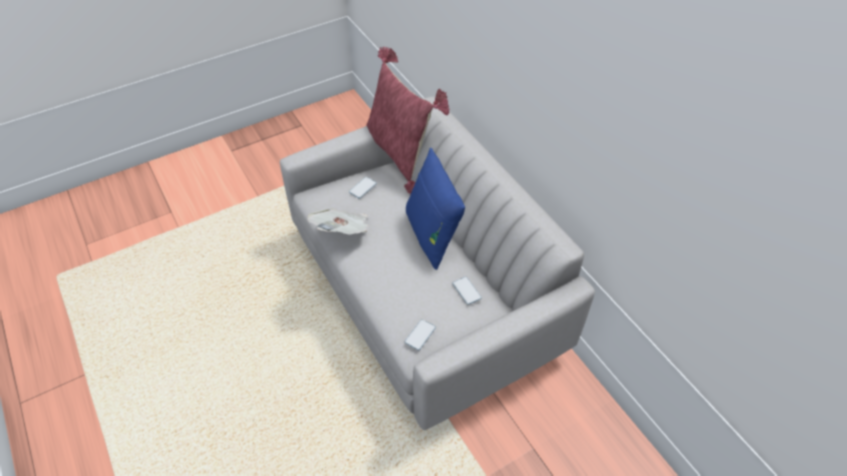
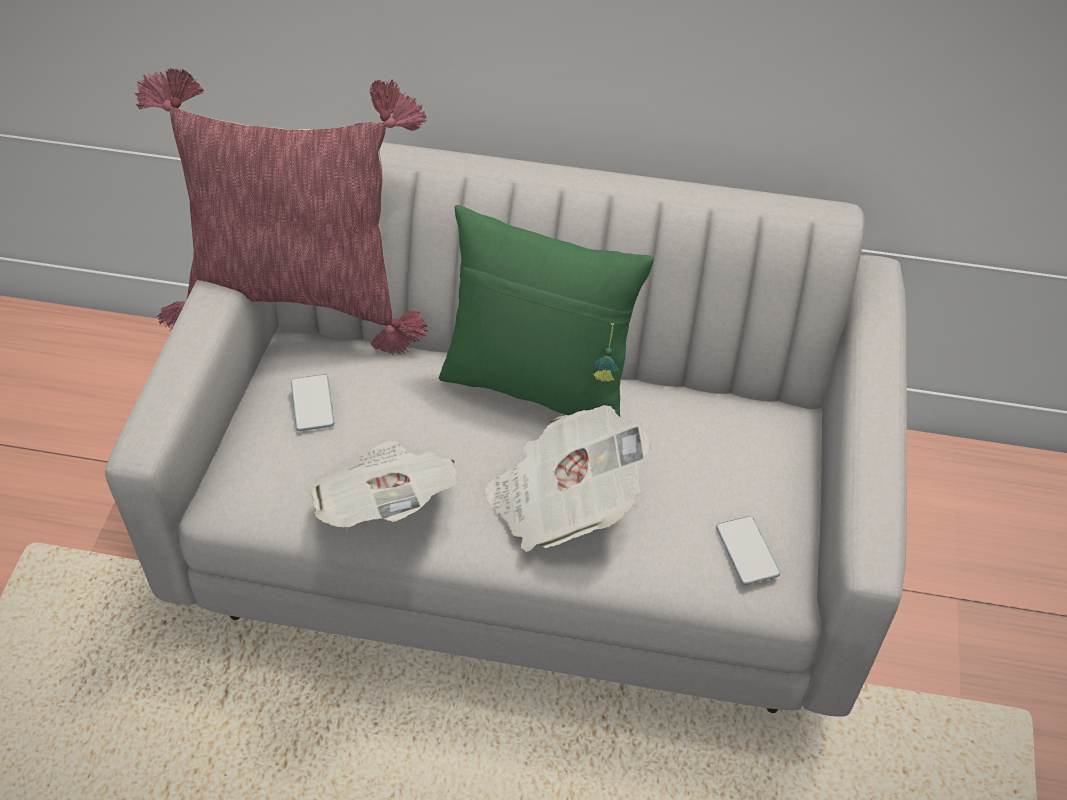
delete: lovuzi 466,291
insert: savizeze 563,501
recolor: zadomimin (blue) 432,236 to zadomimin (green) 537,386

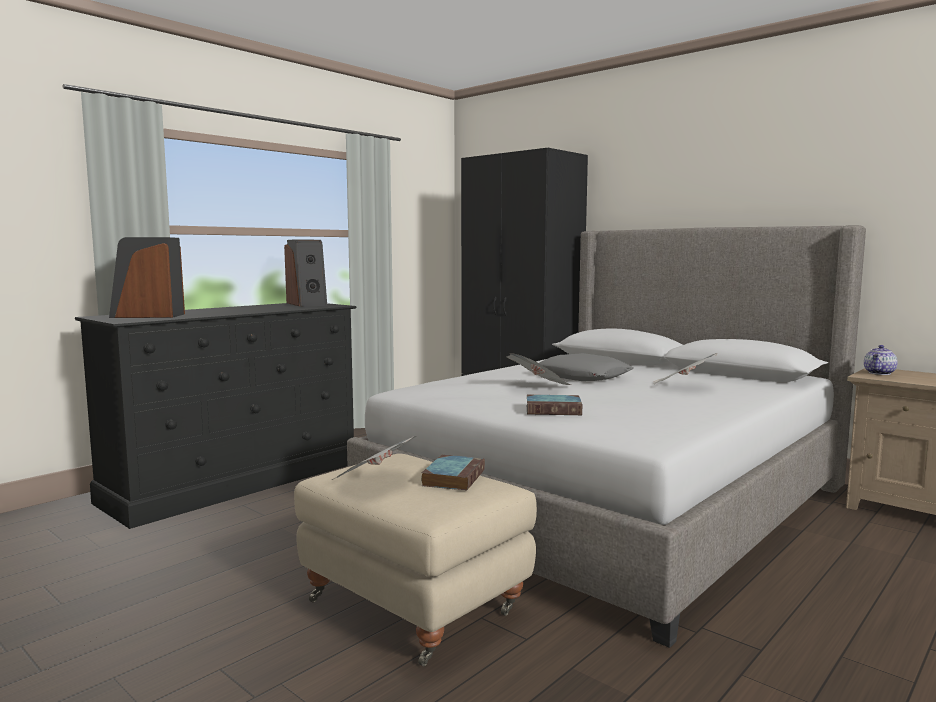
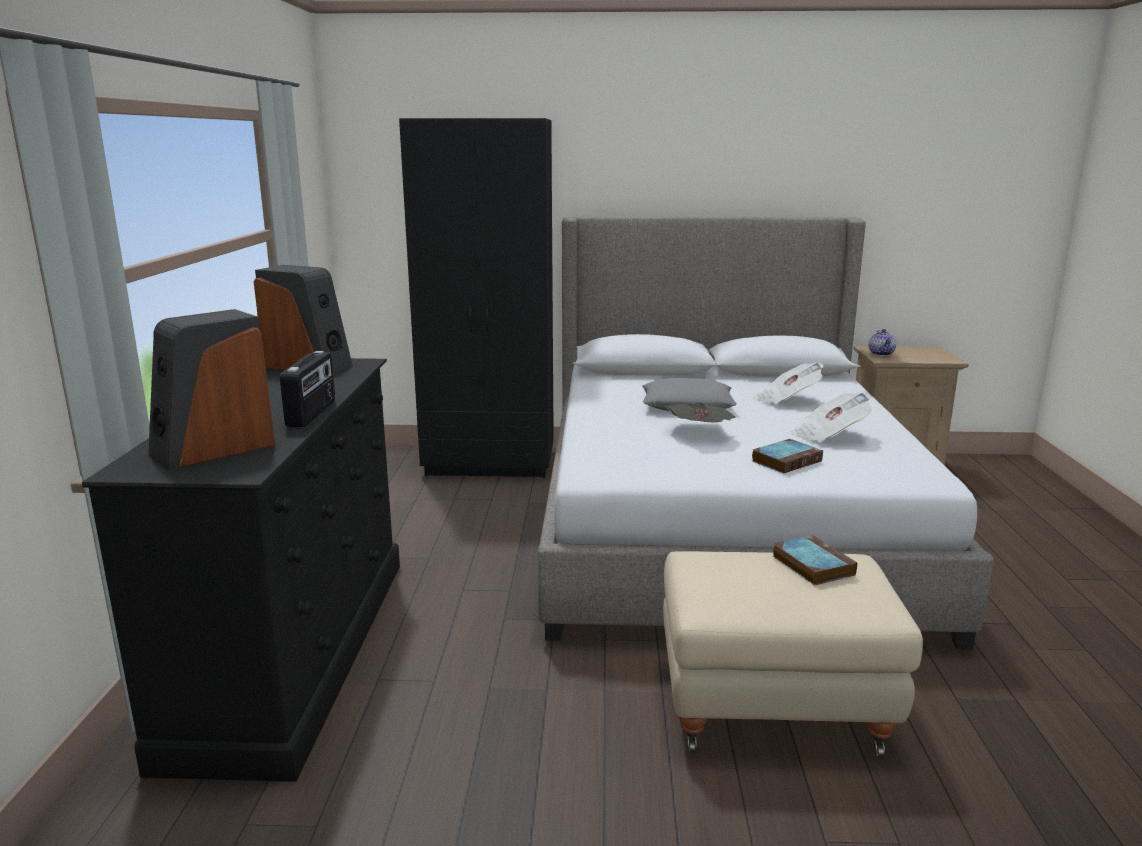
insert: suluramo 312,414
move: savizeze 374,480 to 829,435

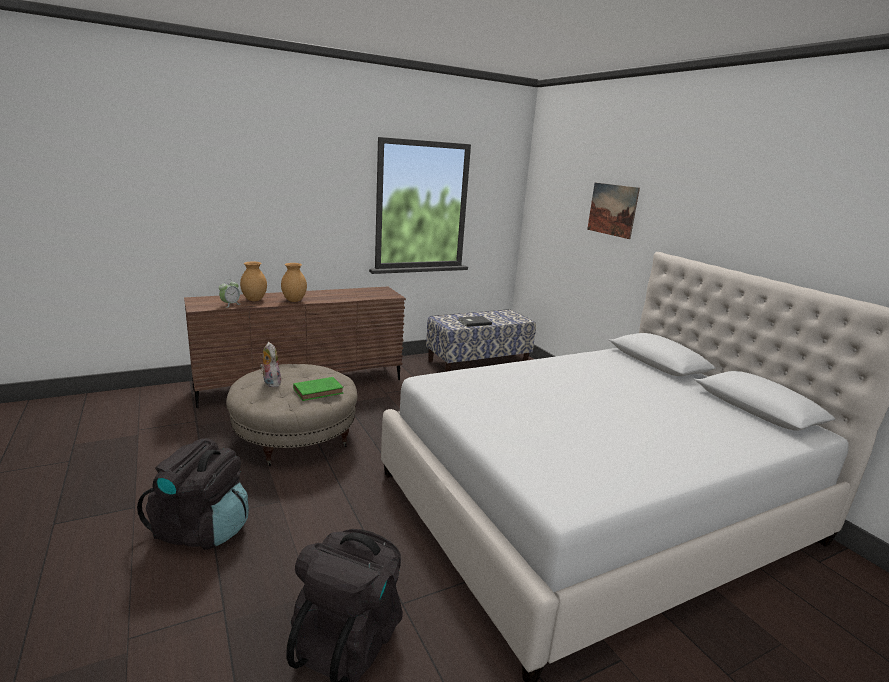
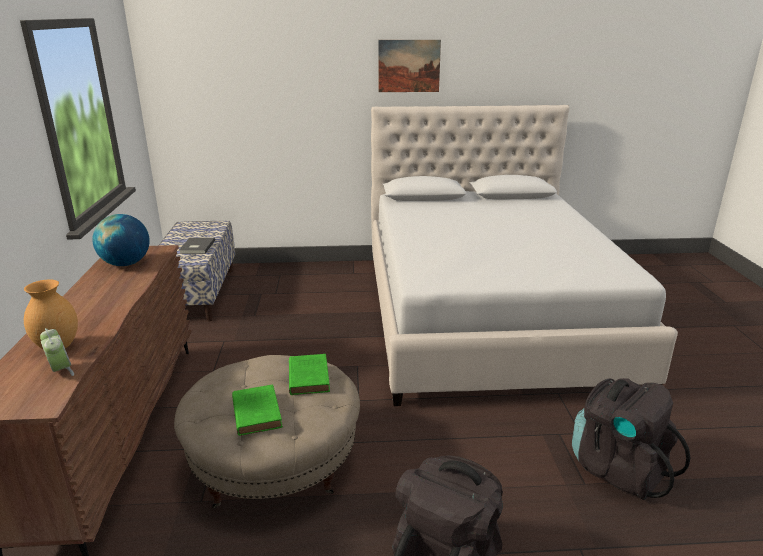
delete: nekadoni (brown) 294,300
insert: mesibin 126,264
move: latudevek 612,210 to 409,66
replace: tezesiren 270,383 to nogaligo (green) 256,412

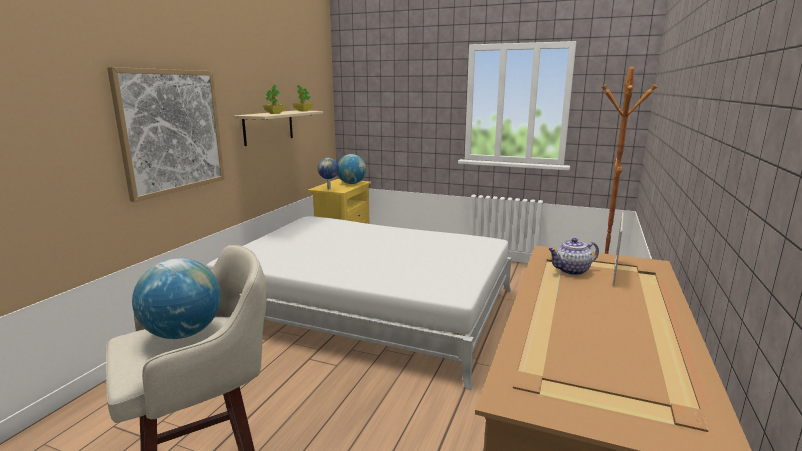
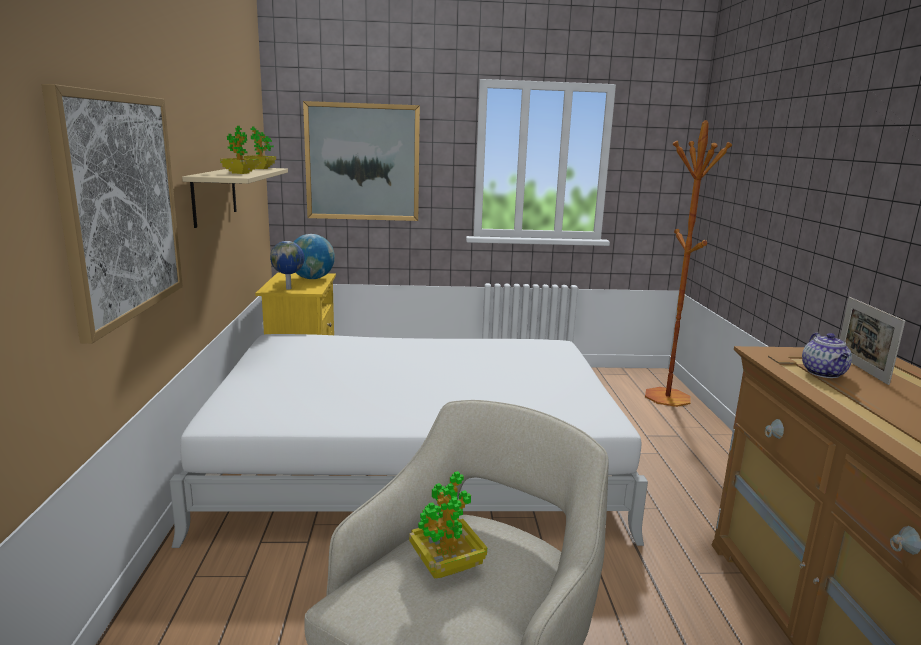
insert: latudevek 363,162
replace: mesibin 183,333 to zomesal 446,566
rotate: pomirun 571,271 = 824,373 45 degrees counterclockwise

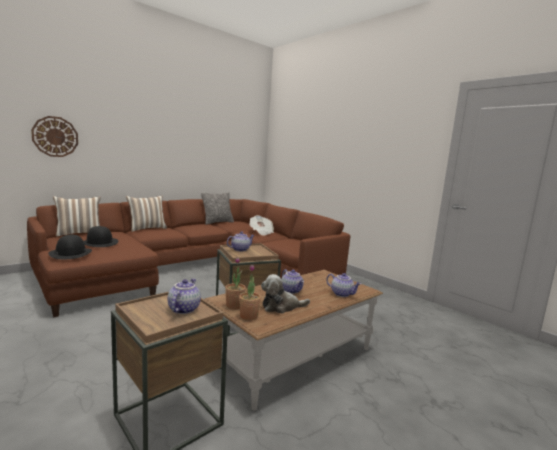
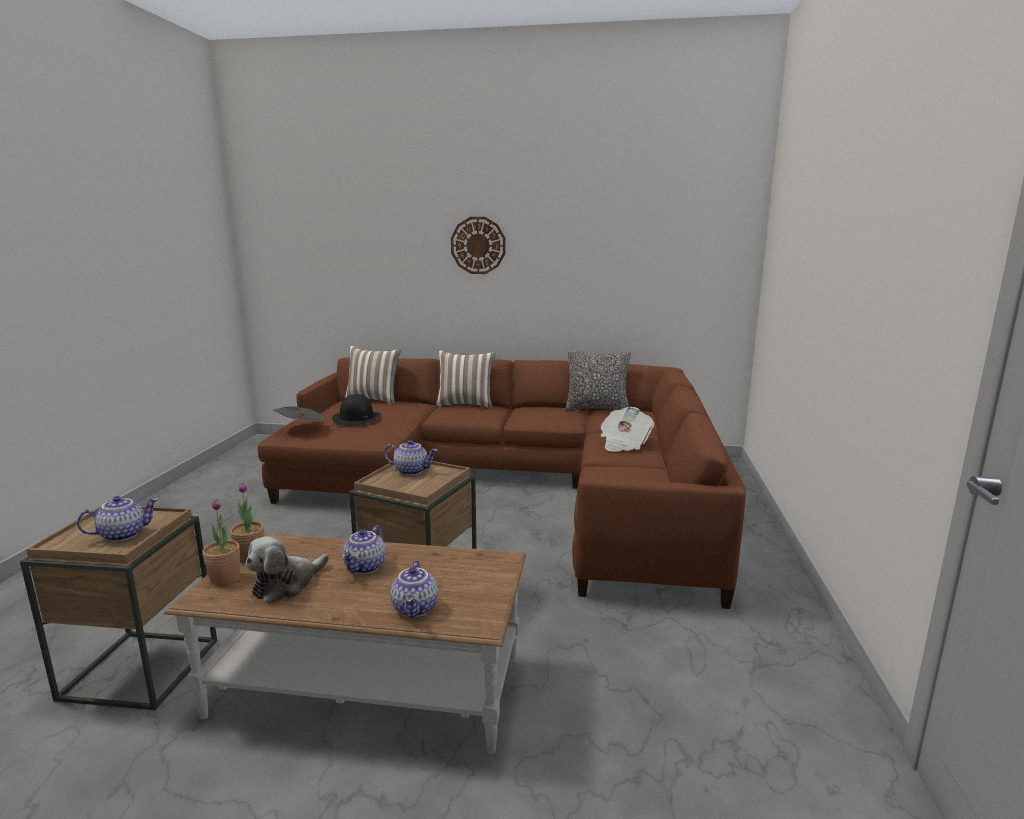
move: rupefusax 55,136 to 478,245
replace: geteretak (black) 70,253 to savizeze 302,427
rotate: tezesiren 281,307 = 286,585 90 degrees counterclockwise

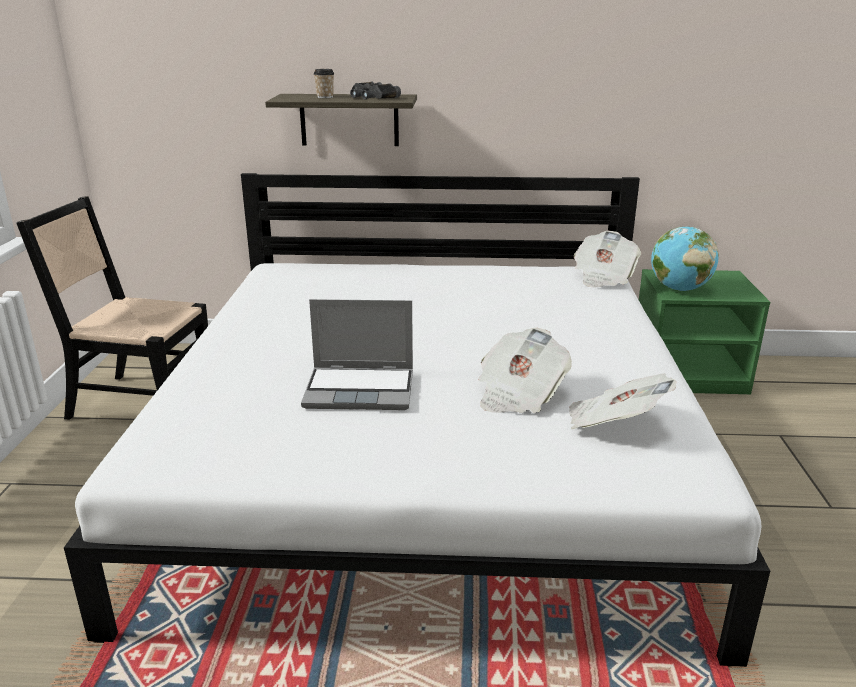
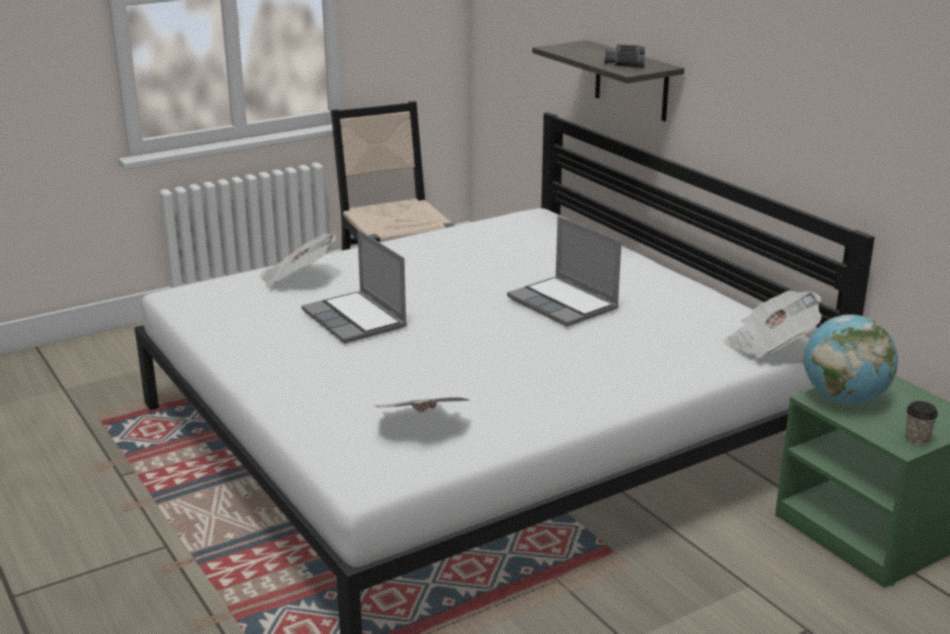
insert: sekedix 564,304
move: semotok 325,97 to 917,440; savizeze 518,394 to 297,279

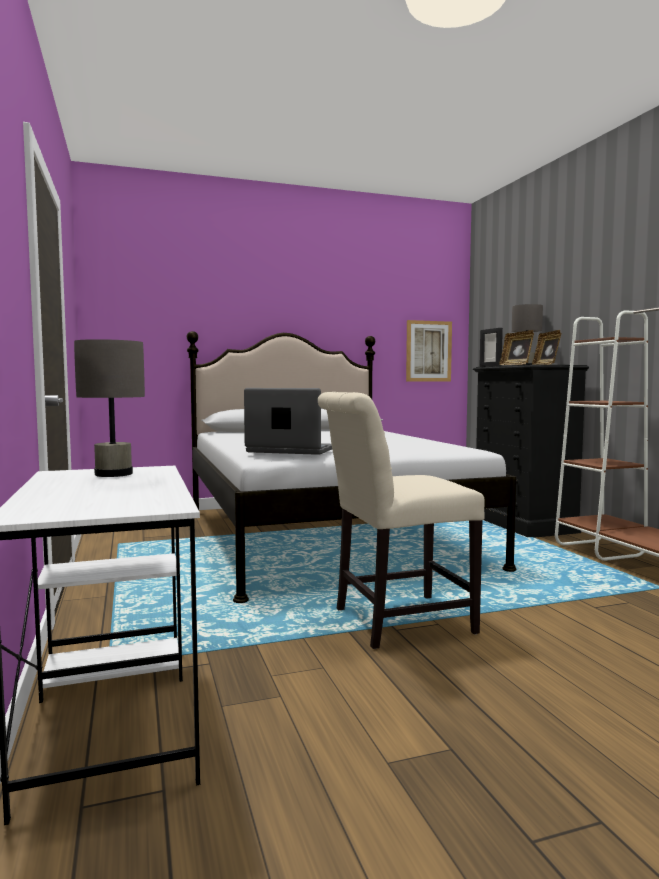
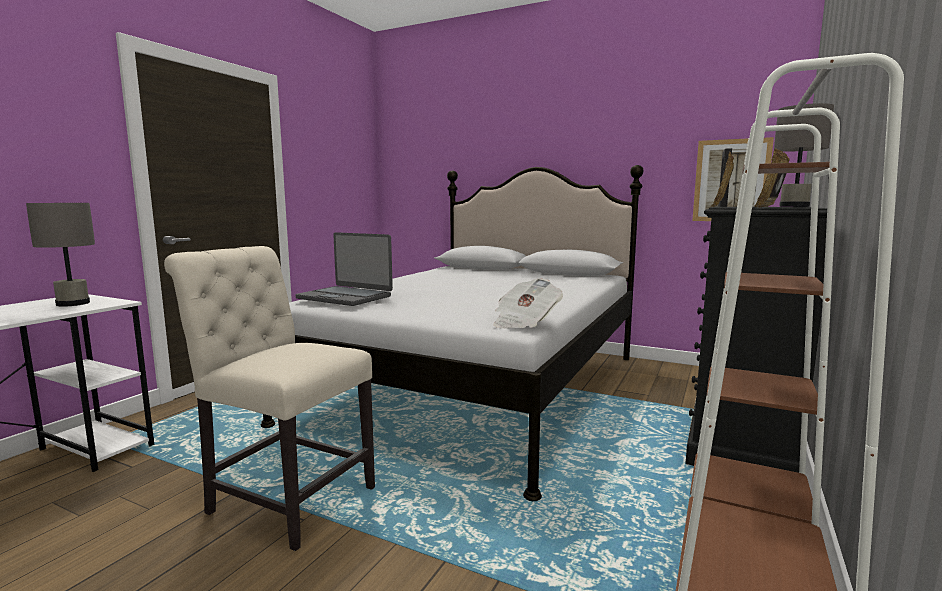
insert: savizeze 524,322
rotate: sekedix 291,450 = 345,297 150 degrees clockwise

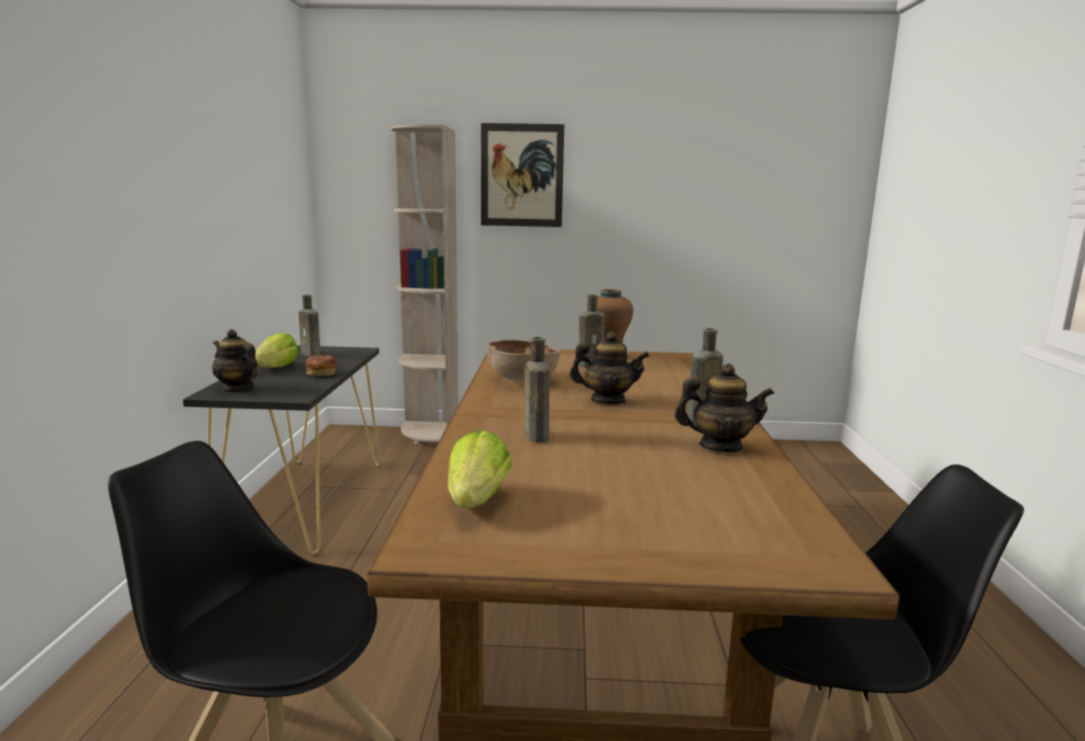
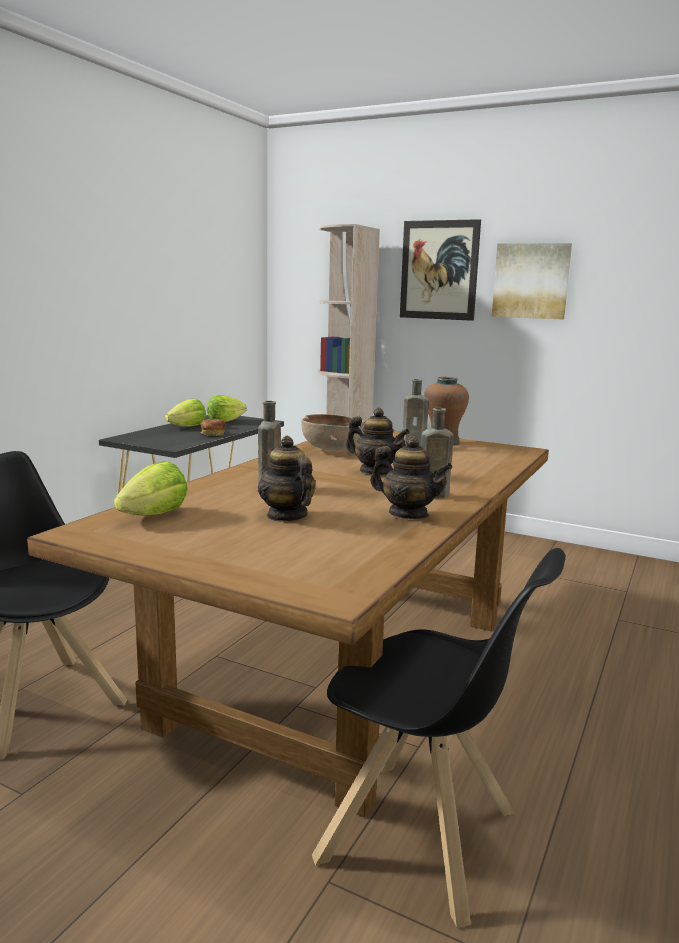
insert: latudevek 531,281
move: pomirun 237,389 to 286,516
replace: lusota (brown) 311,355 to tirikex 225,421

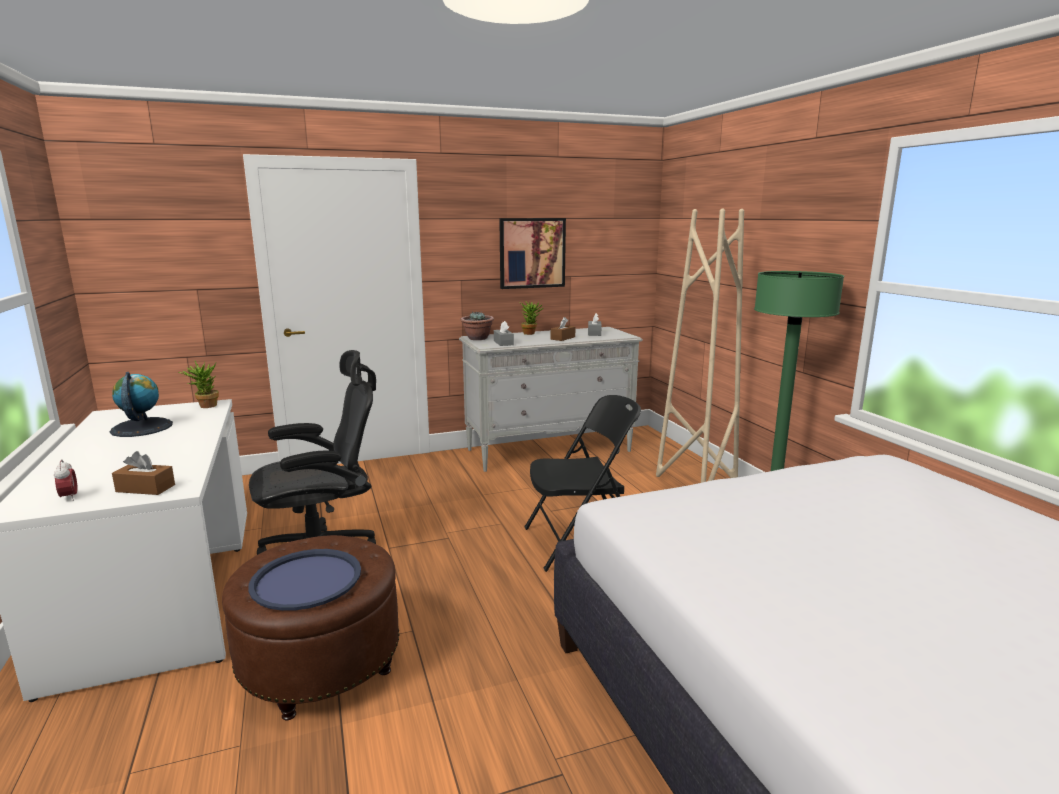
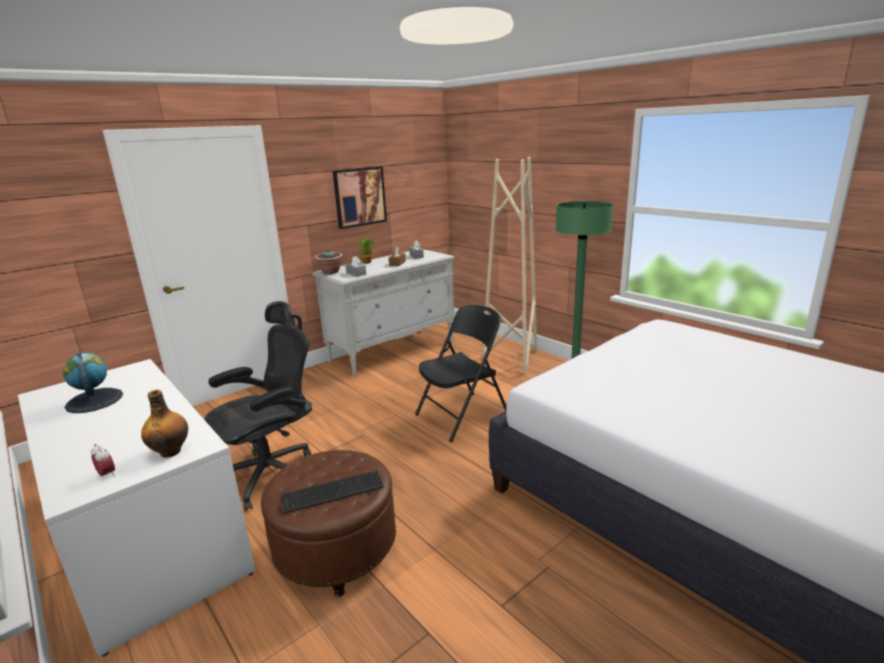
delete: zomesal 204,406
replace: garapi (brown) 145,488 to lusota 171,451; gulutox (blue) 306,580 to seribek 331,490

